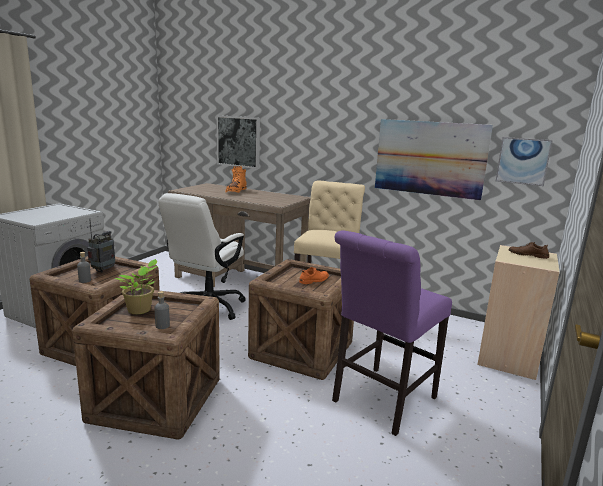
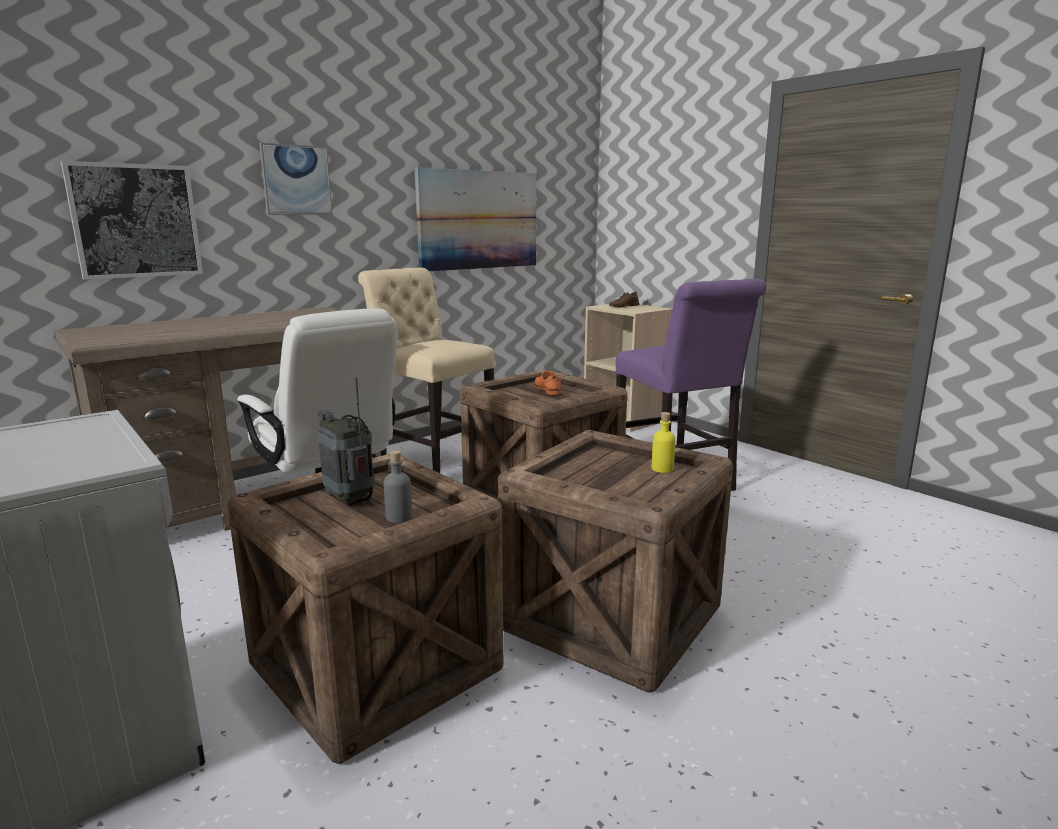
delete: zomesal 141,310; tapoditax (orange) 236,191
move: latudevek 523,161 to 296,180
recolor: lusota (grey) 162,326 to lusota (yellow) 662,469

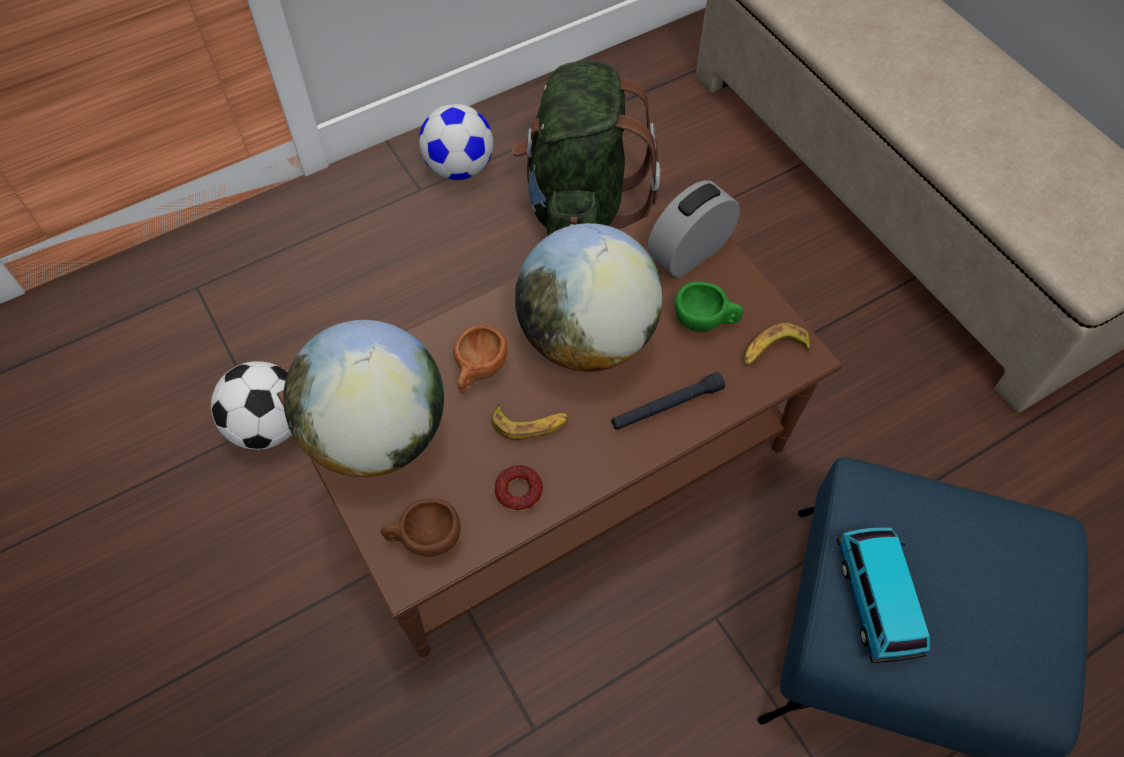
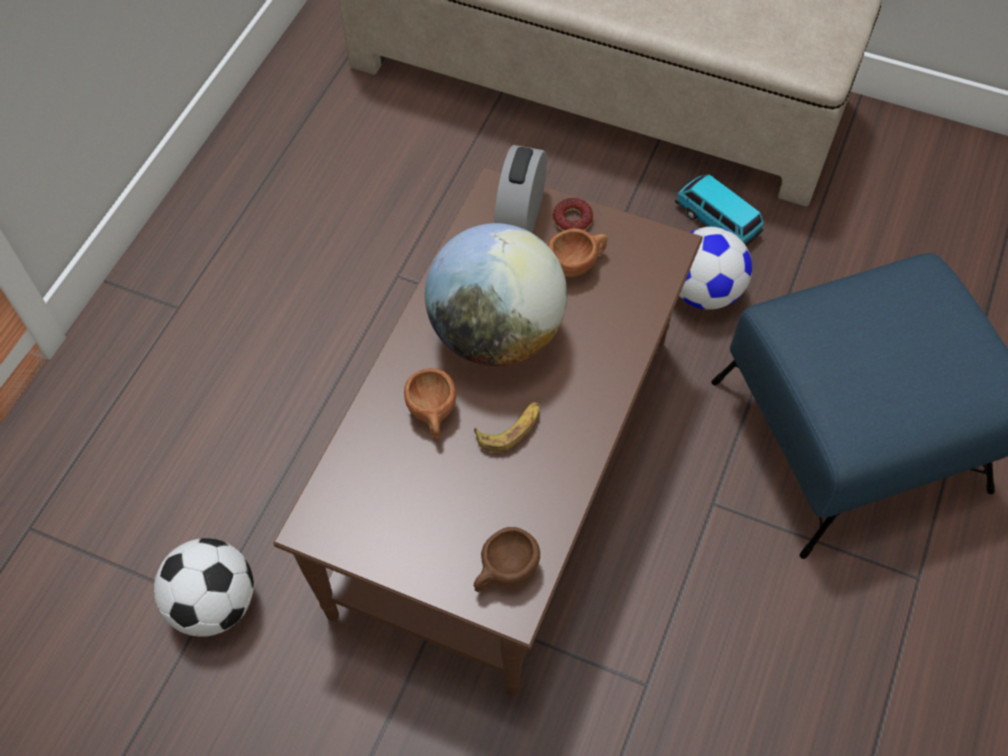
delete: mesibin 378,434; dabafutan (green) 580,204; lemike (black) 667,406; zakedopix 773,351
move: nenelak 459,167 to 704,291; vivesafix 518,491 to 572,219; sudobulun 876,599 to 717,220
recolor: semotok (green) 705,321 to semotok (brown) 577,263

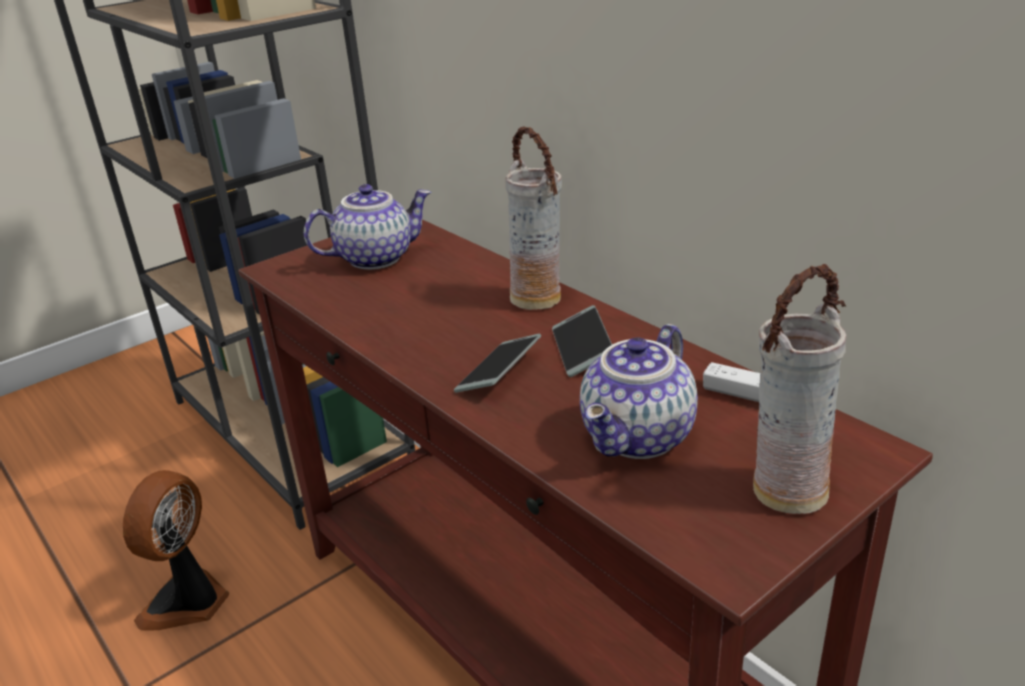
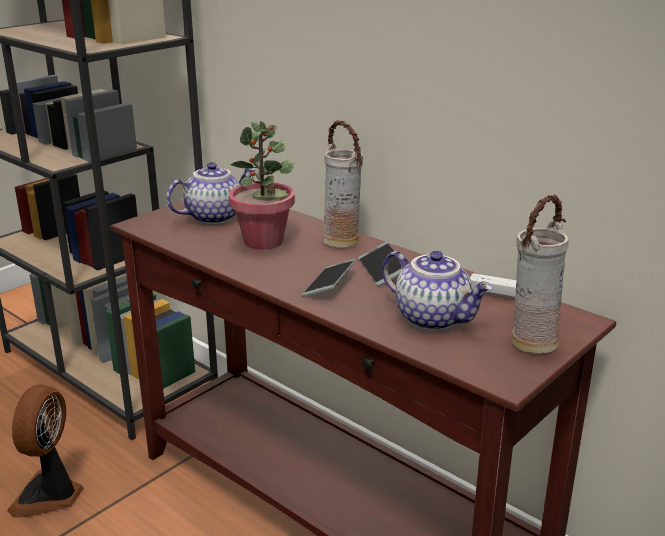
insert: zomesal 264,241
rotate: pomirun 639,438 = 434,318 75 degrees counterclockwise

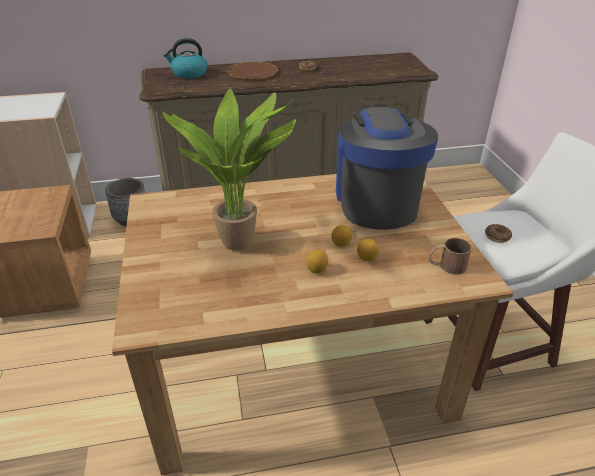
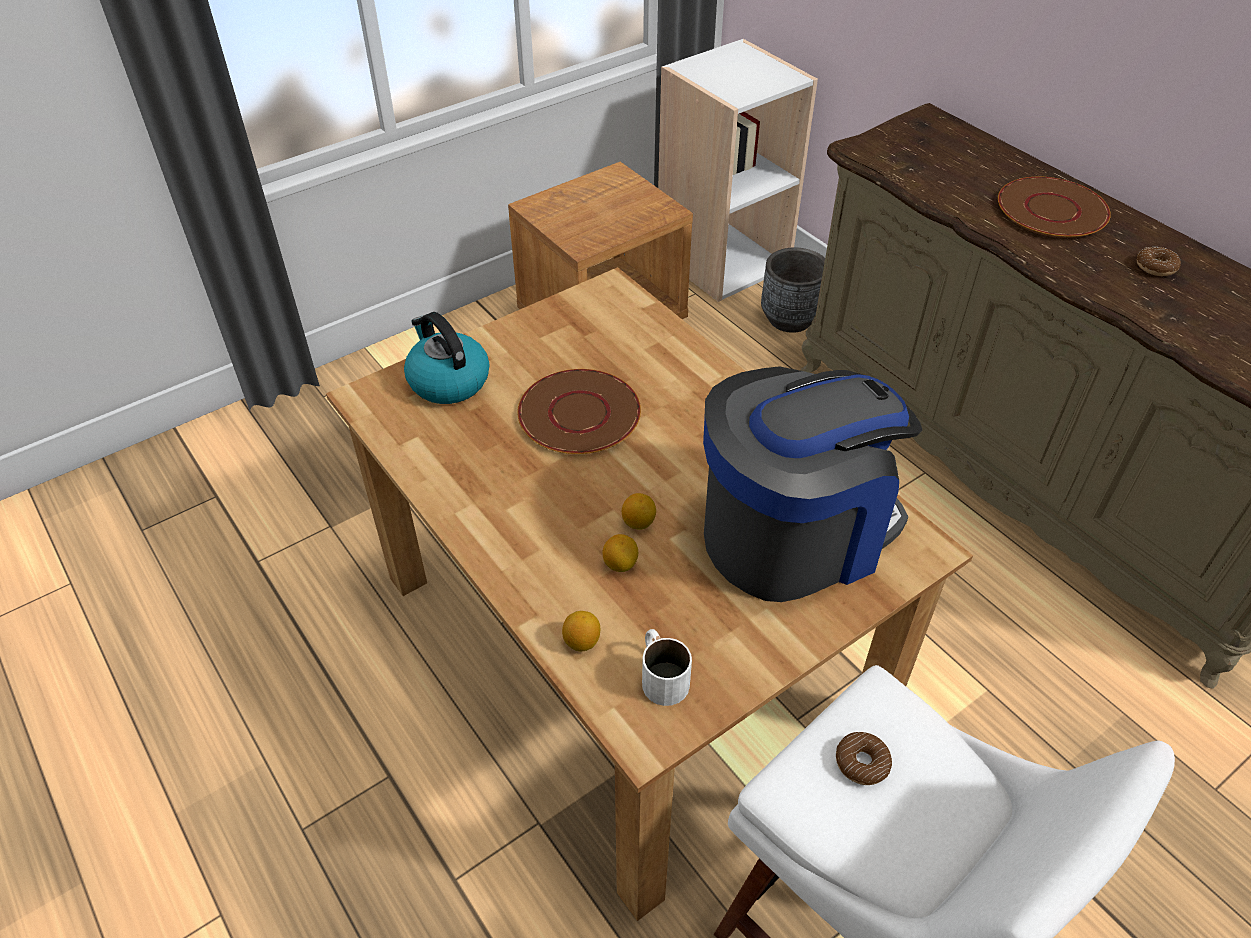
move: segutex 189,74 to 447,381; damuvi 316,270 to 581,641
replace: zomesal 241,241 to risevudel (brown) 579,413
recolor: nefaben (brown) 446,265 to nefaben (white) 661,674

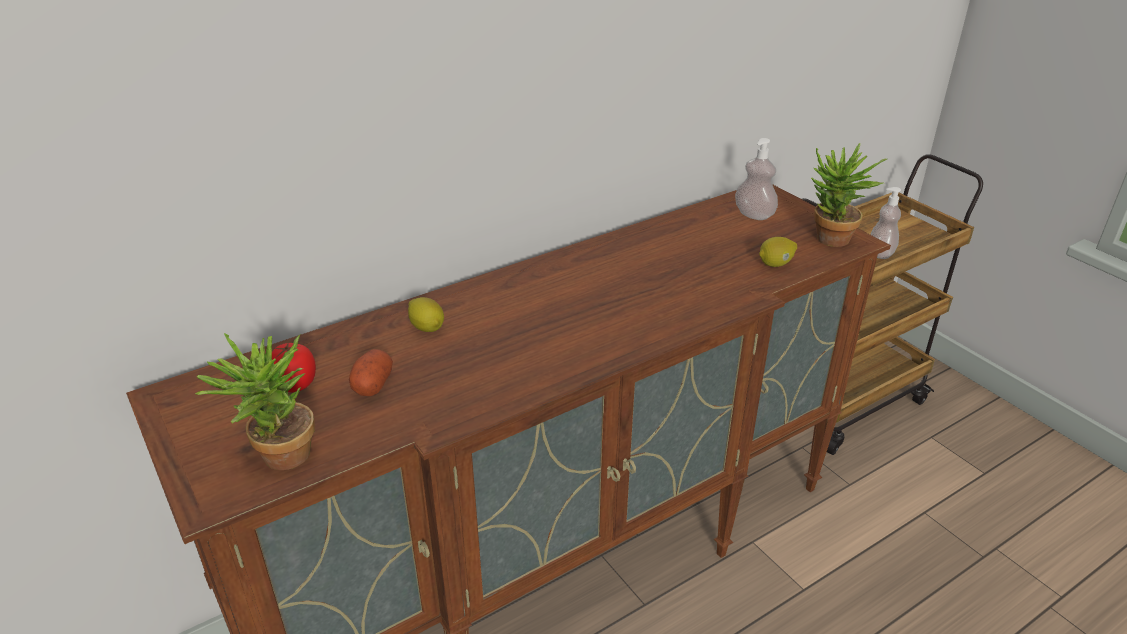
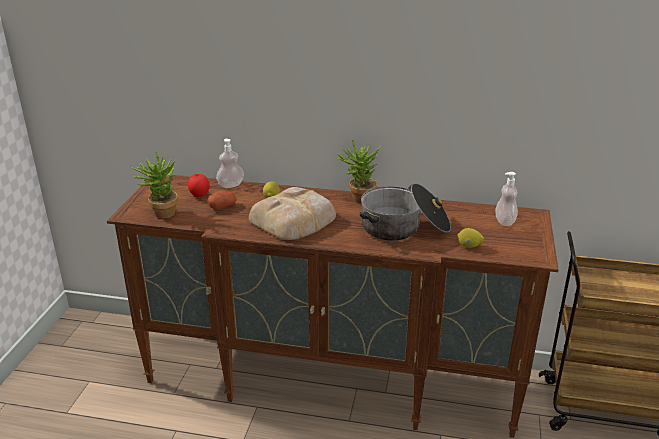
insert: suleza 294,220; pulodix 404,228
move: zomesal 830,242 to 358,199; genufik 880,253 to 230,185

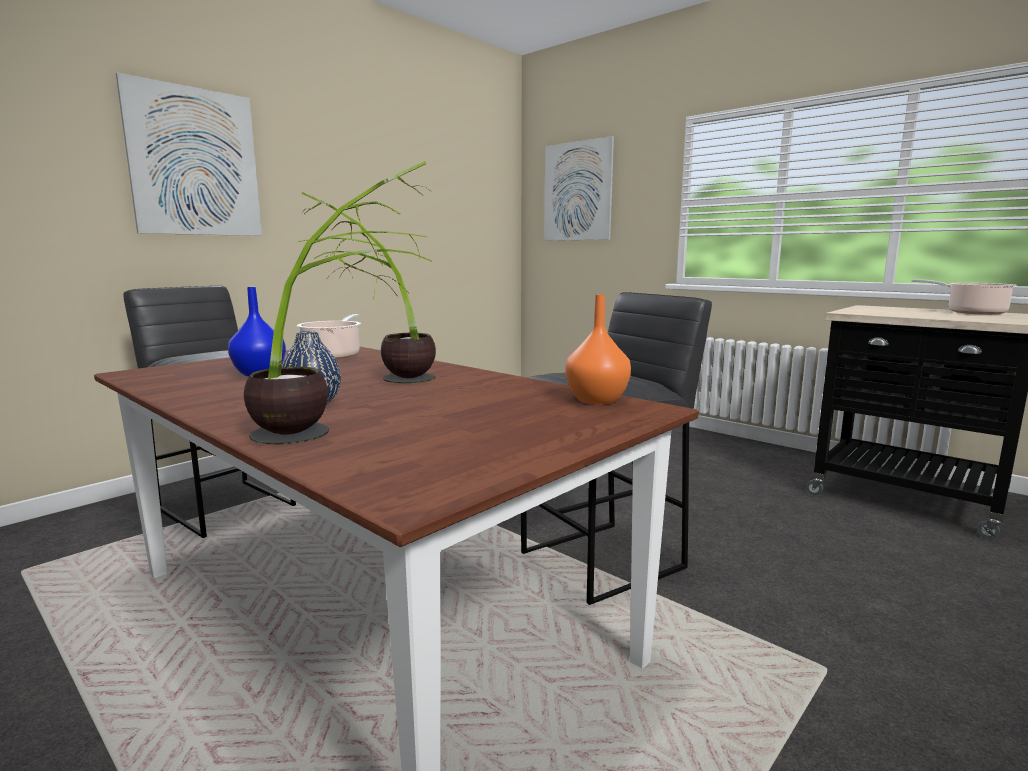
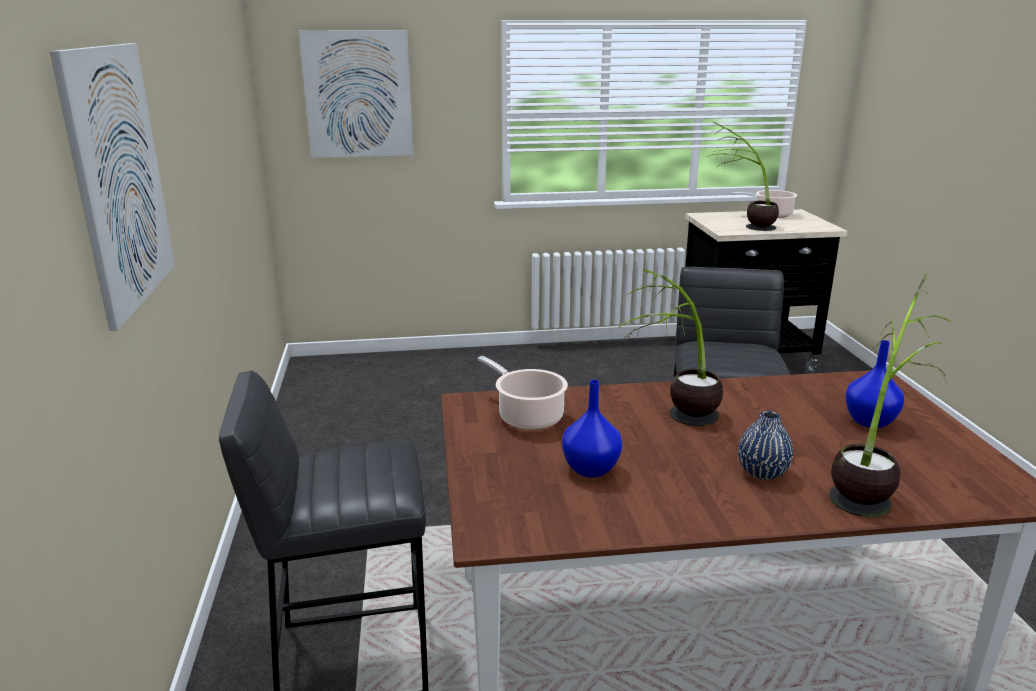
delete: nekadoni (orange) 597,401
insert: zomesal 742,226; nekadoni (blue) 870,422

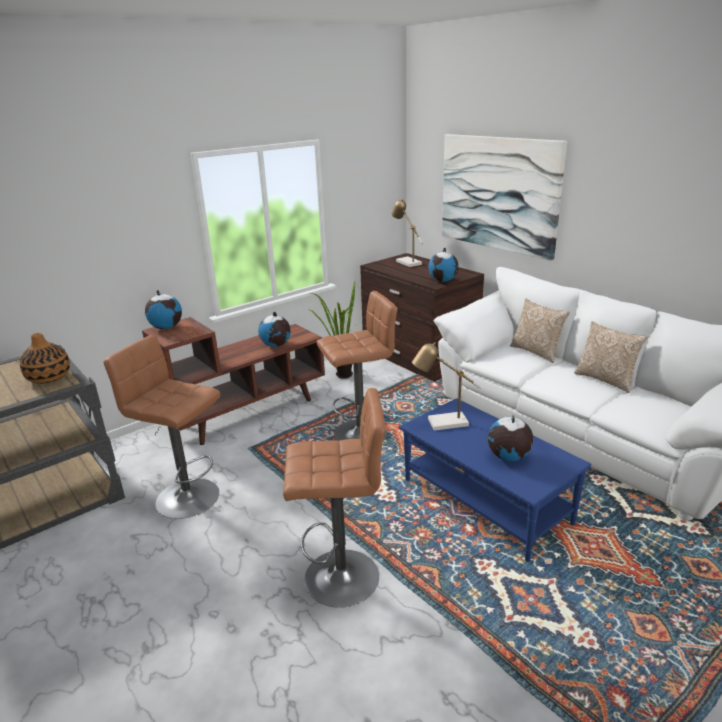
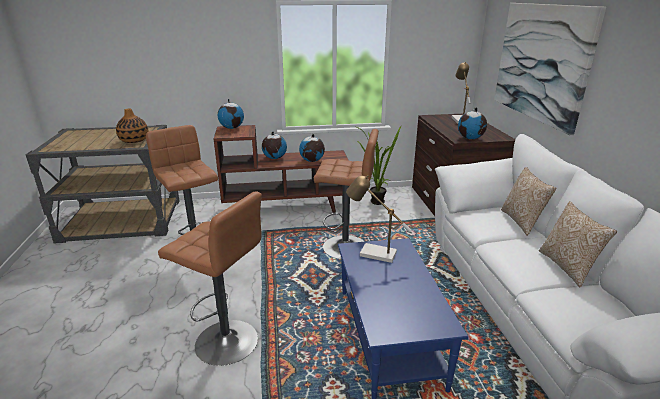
move: mesibin 508,457 to 274,158

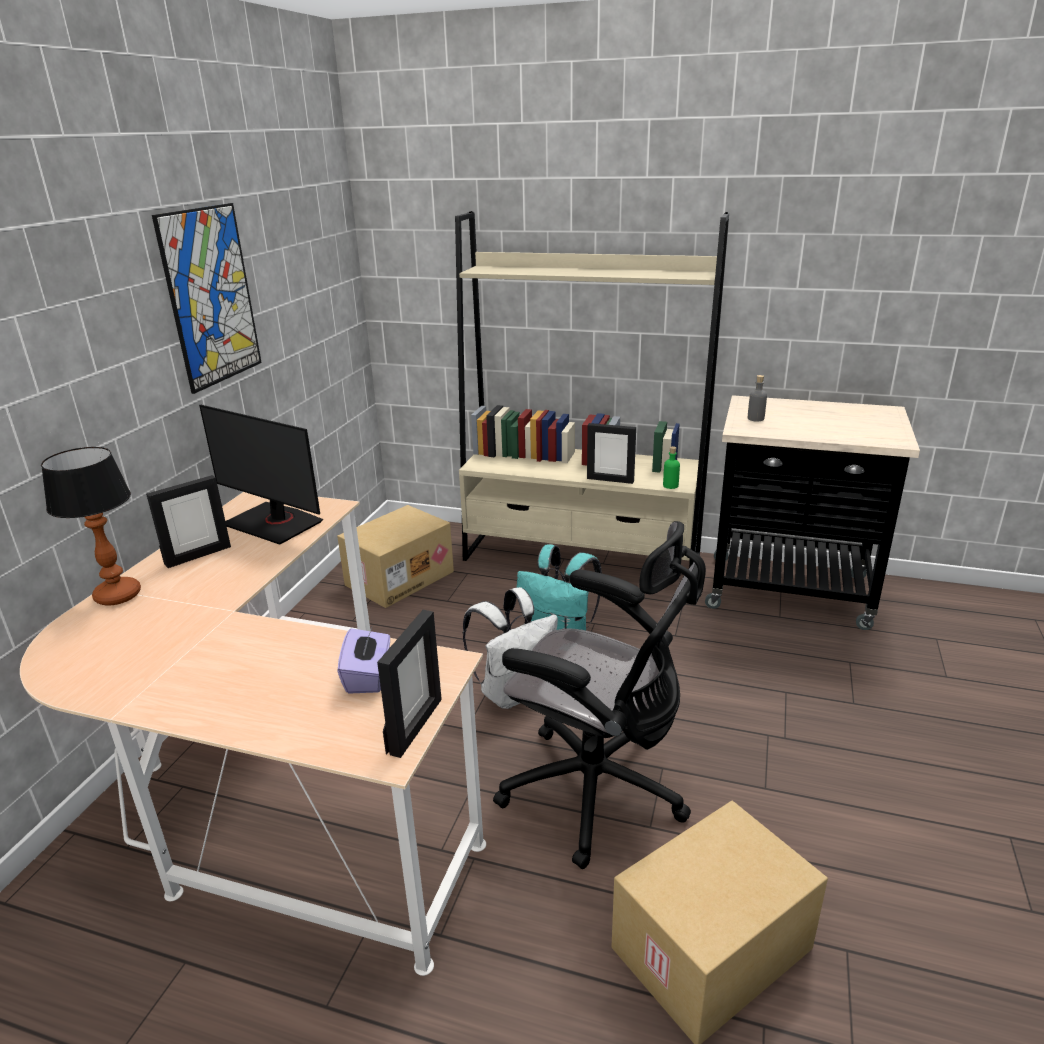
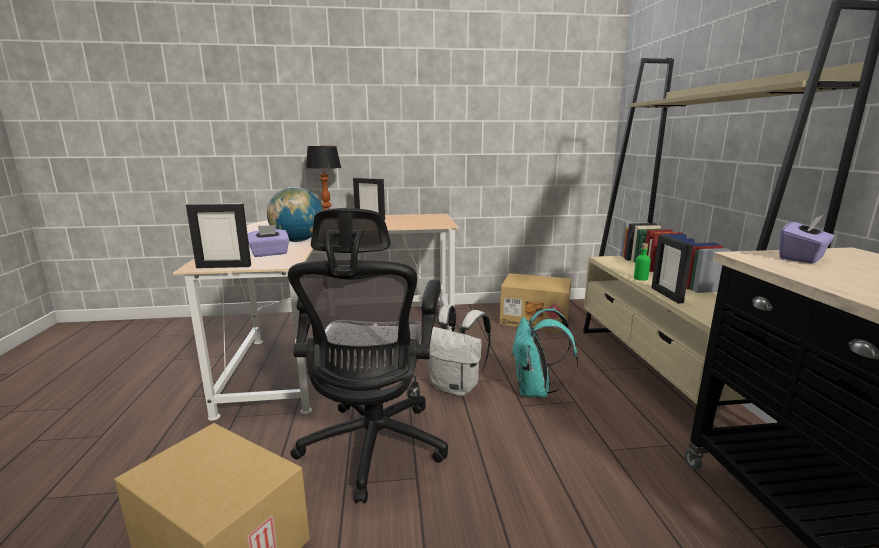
delete: latudevek 211,296; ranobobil 274,523
insert: mesibin 298,241
move: lusota (green) 670,485 to 640,278
replace: lusota (grey) 755,418 to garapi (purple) 802,258

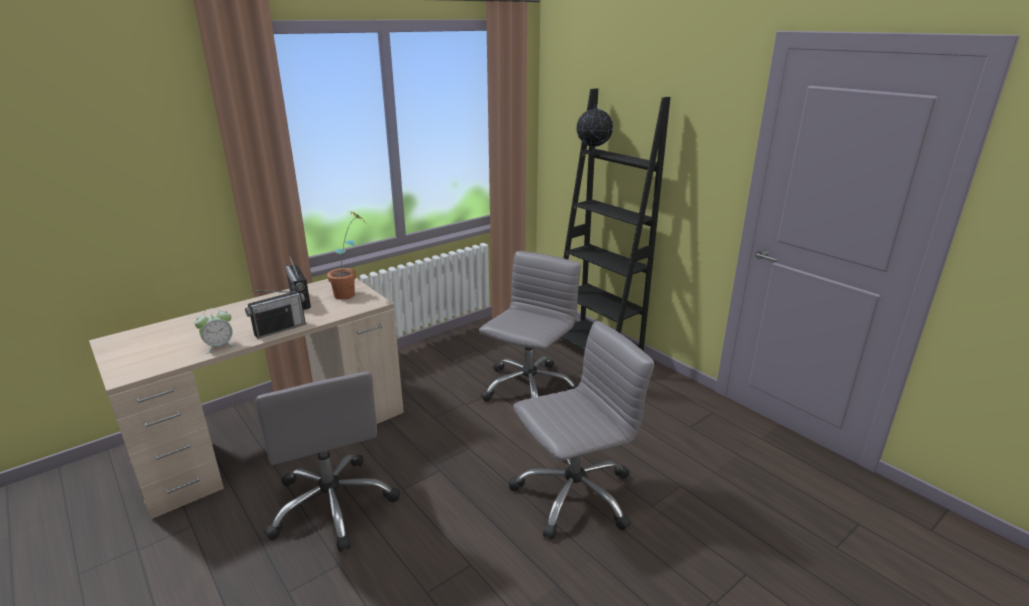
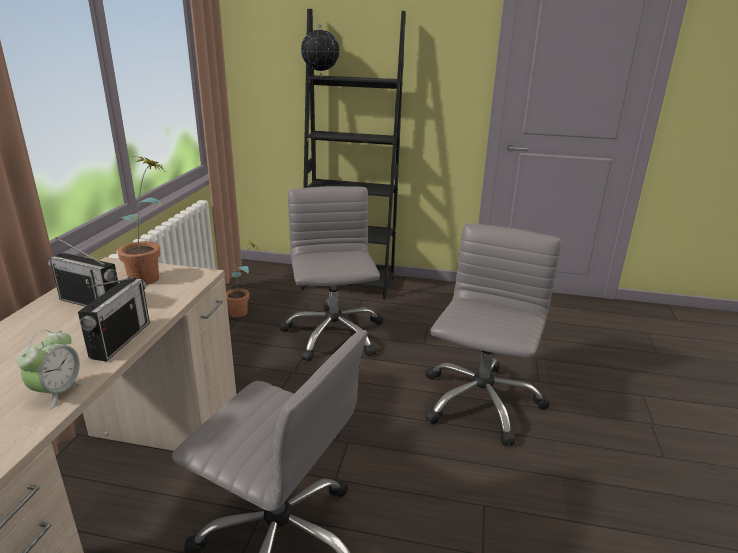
insert: zomesal 244,312

